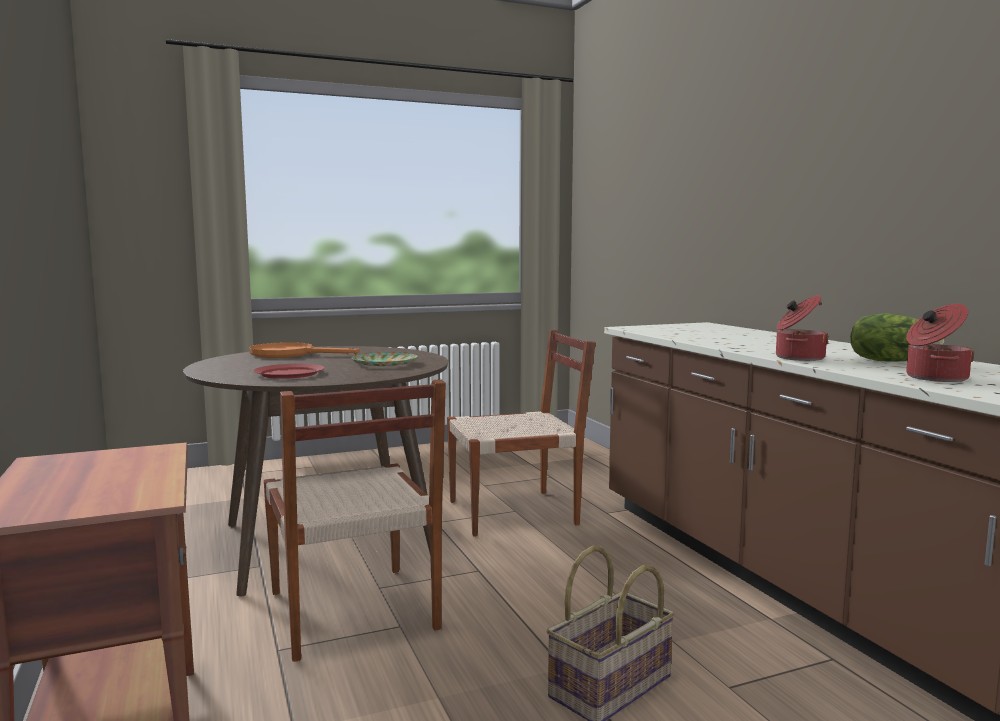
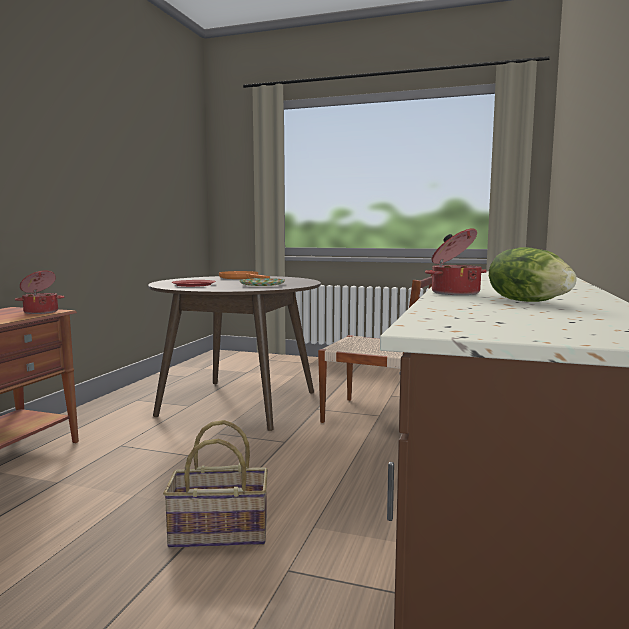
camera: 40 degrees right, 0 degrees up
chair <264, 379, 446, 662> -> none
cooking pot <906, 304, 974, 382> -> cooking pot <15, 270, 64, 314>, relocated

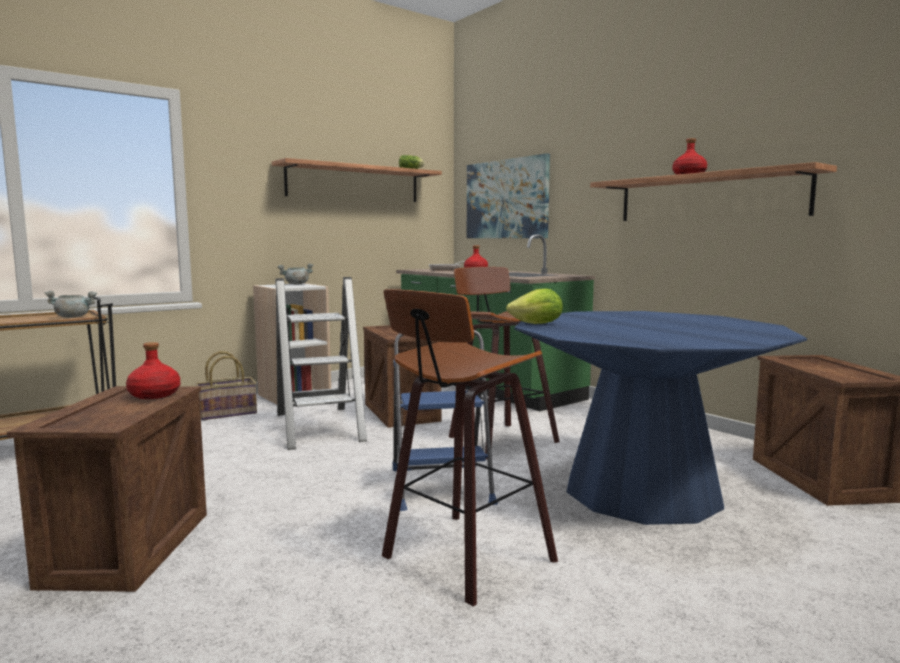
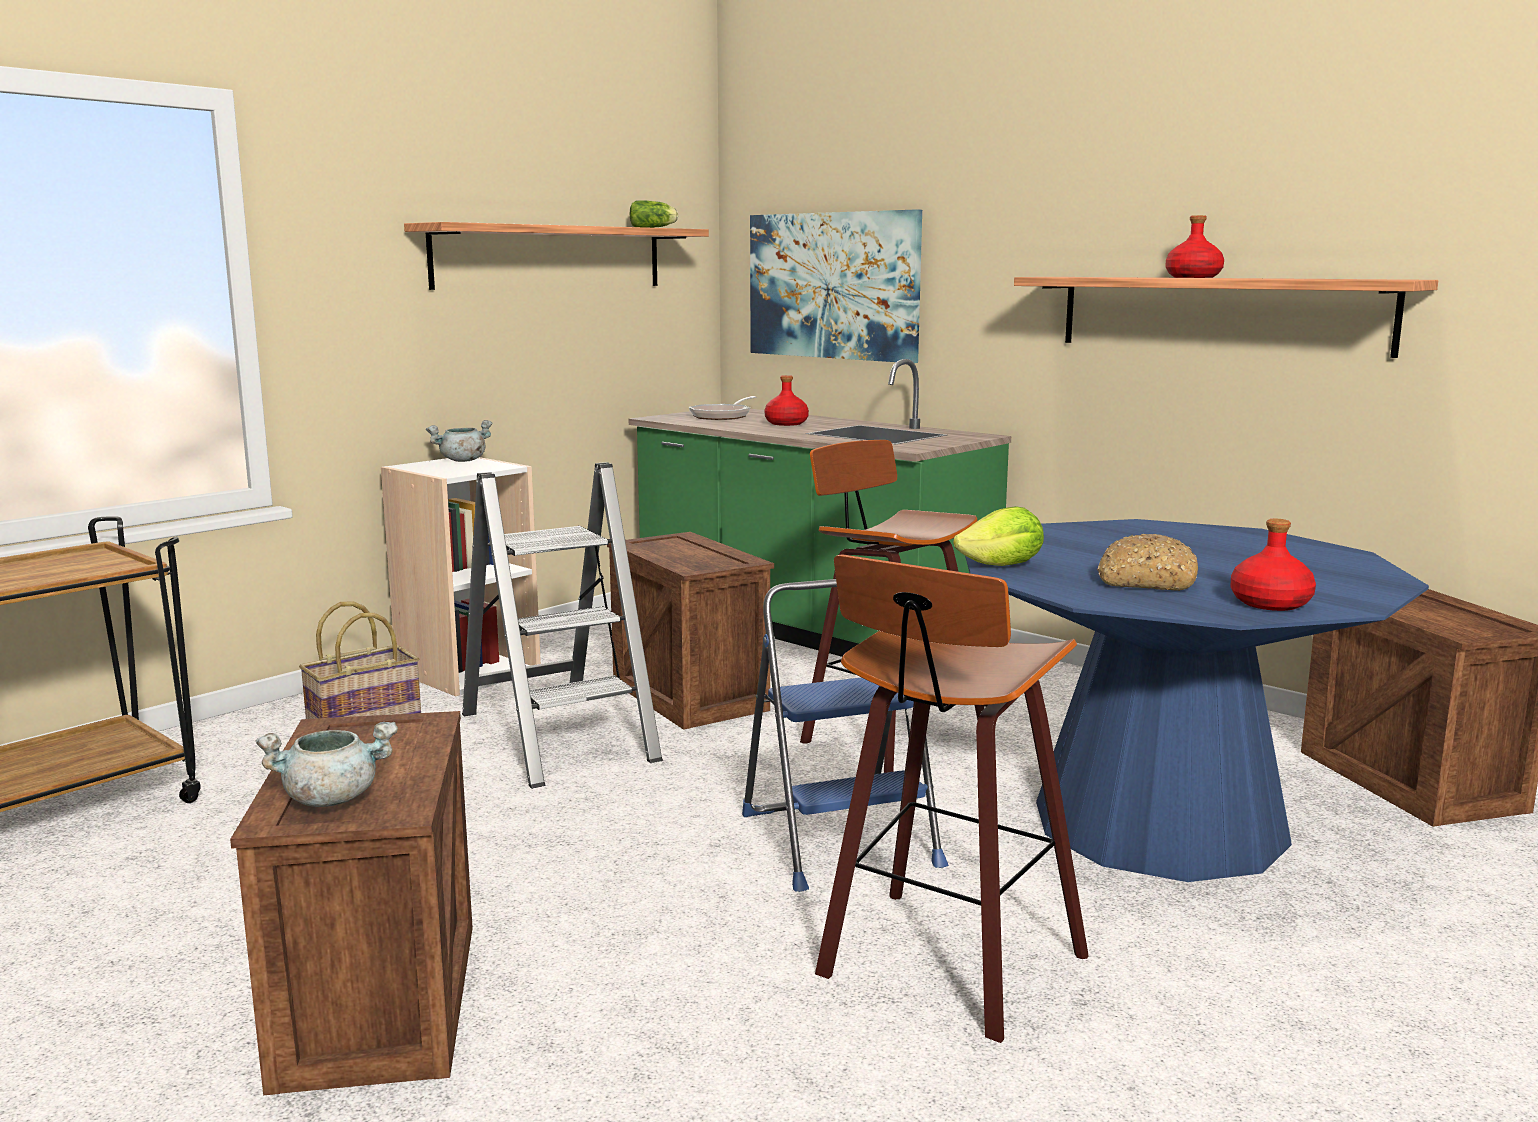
camera: 10 degrees left, 5 degrees up
none -> bread <1097, 534, 1198, 591>
cooking pot (grey) <45, 291, 97, 318> -> cooking pot (grey) <256, 722, 398, 807>, relocated
bottle (red) <126, 342, 180, 399> -> bottle (red) <1231, 519, 1316, 611>, relocated

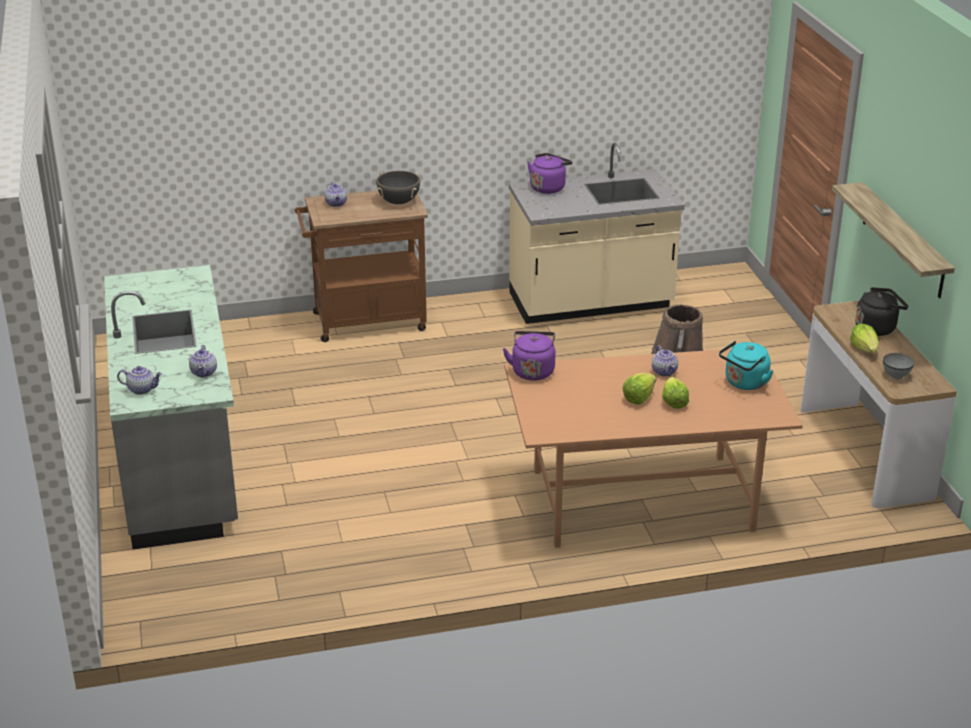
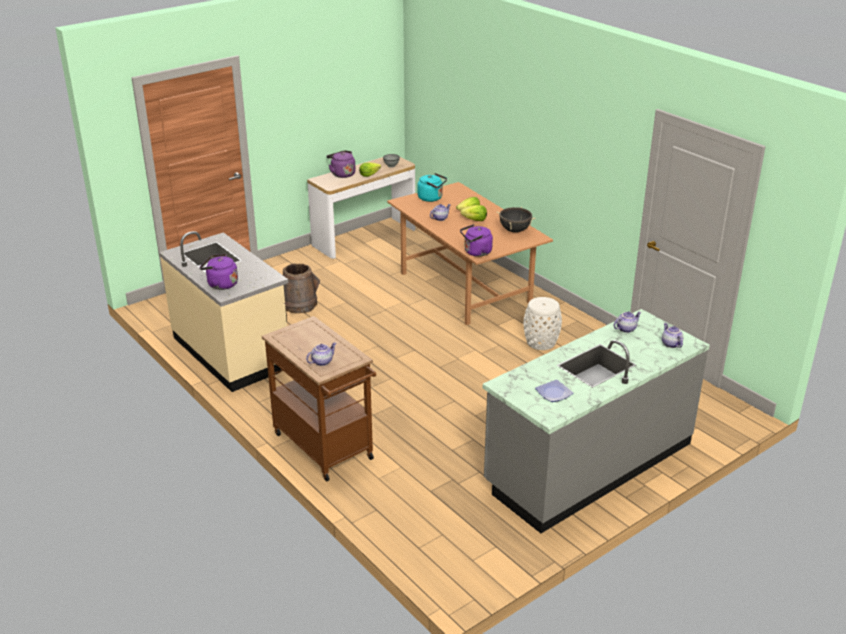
camera: 115 degrees left, 0 degrees up
shelf <832, 182, 955, 298> -> none
none -> stool (white) <523, 297, 562, 350>
none -> plate <535, 380, 573, 402>
cooking pot (black) <376, 171, 421, 204> -> cooking pot (black) <496, 207, 536, 233>, relocated
kettle (black) <855, 287, 908, 336> -> kettle (purple) <327, 150, 356, 178>

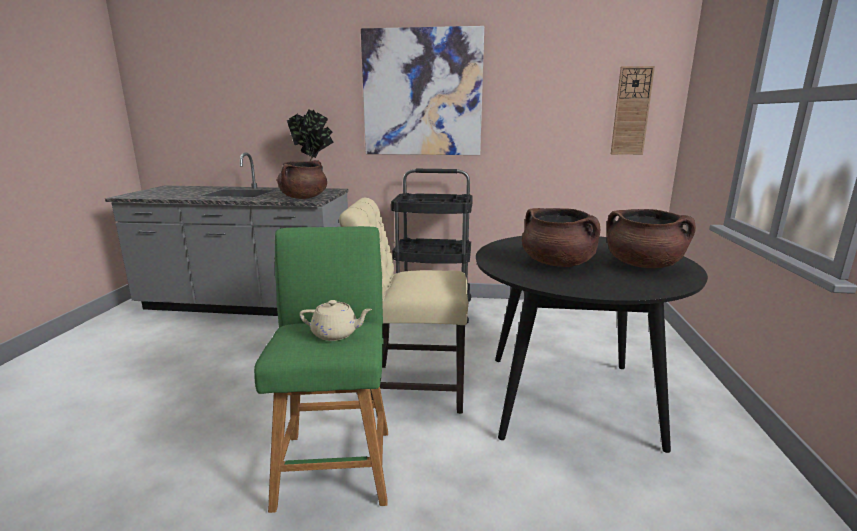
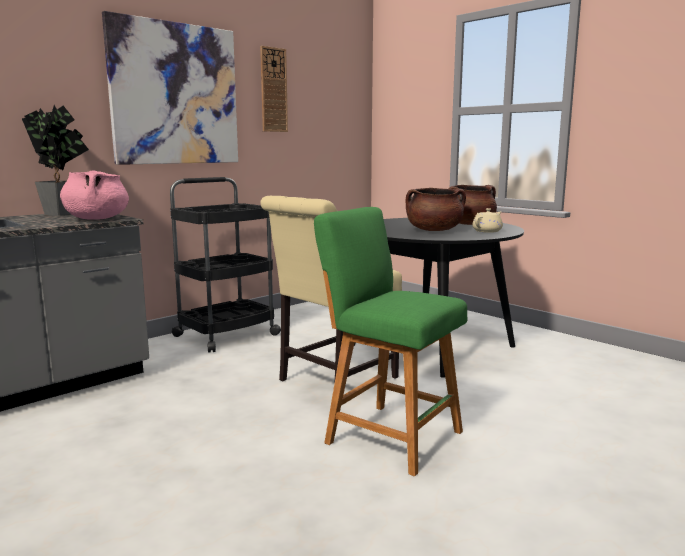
camera: 50 degrees left, 5 degrees down
teapot (beige) <299, 300, 372, 341> -> teapot (beige) <472, 208, 503, 233>, relocated
wall clock <611, 66, 655, 155> -> wall clock <260, 46, 288, 132>, relocated
cooking pot (brown) <277, 160, 327, 199> -> cooking pot (pink) <60, 170, 129, 220>

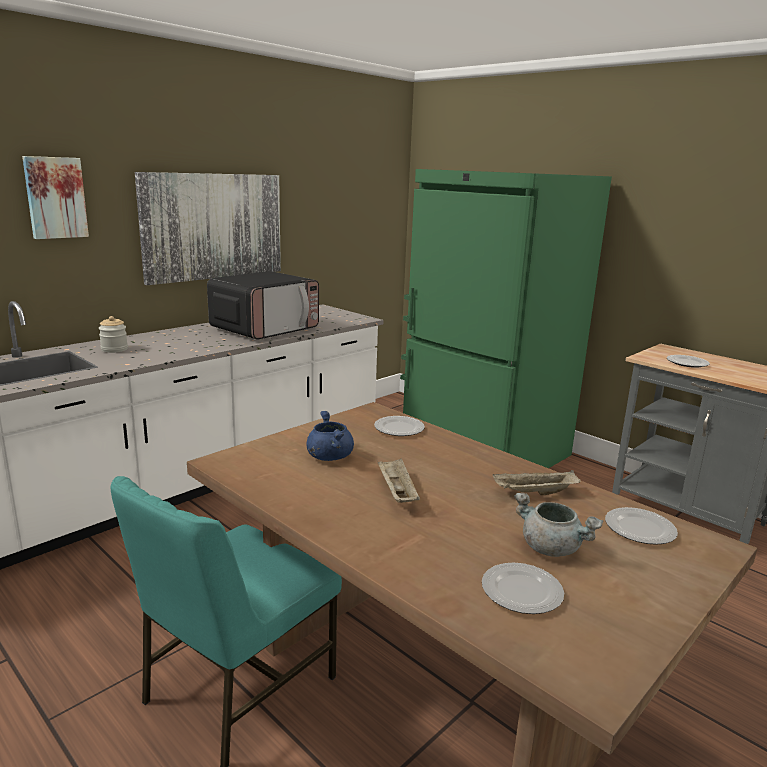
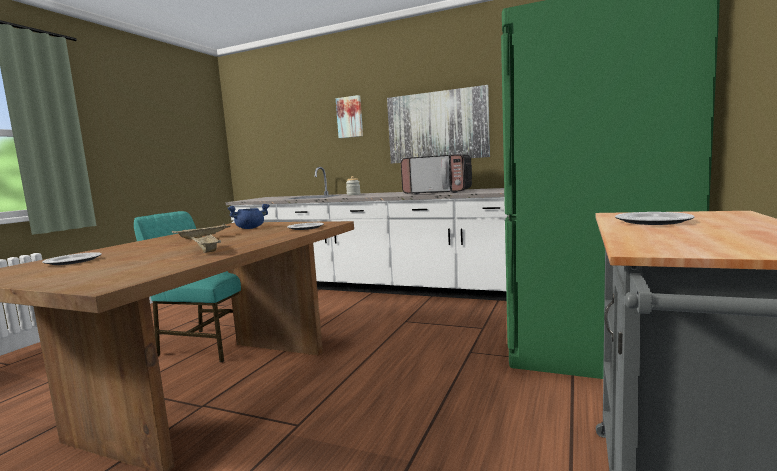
camera: 70 degrees right, 10 degrees down
cooking pot (grey) <514, 493, 604, 557> -> none
plate <605, 507, 678, 545> -> none

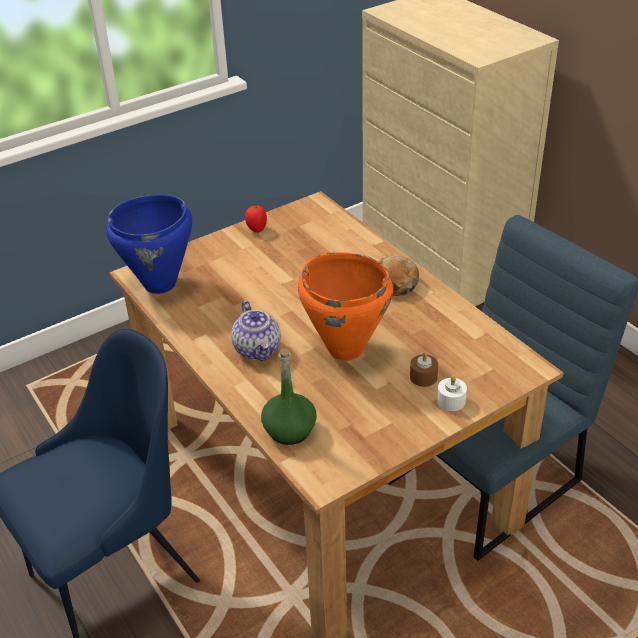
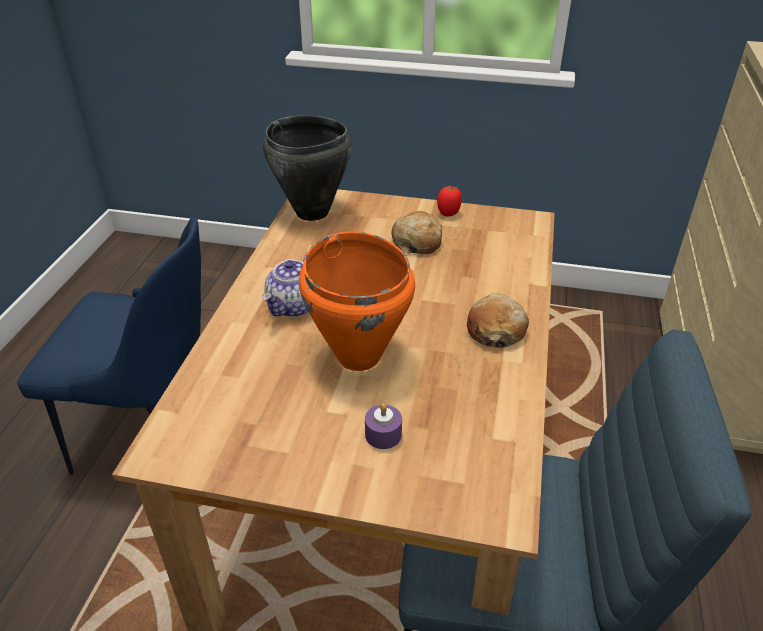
camera: 45 degrees right, 0 degrees up
bottle (green) <261, 348, 317, 445> -> none
candle (white) <437, 376, 467, 411> -> none
none -> bread <391, 211, 442, 254>
cooking pot (blue) <106, 195, 192, 294> -> cooking pot (black) <263, 115, 352, 221>
candle (brown) <410, 352, 438, 387> -> candle (purple) <365, 404, 402, 449>

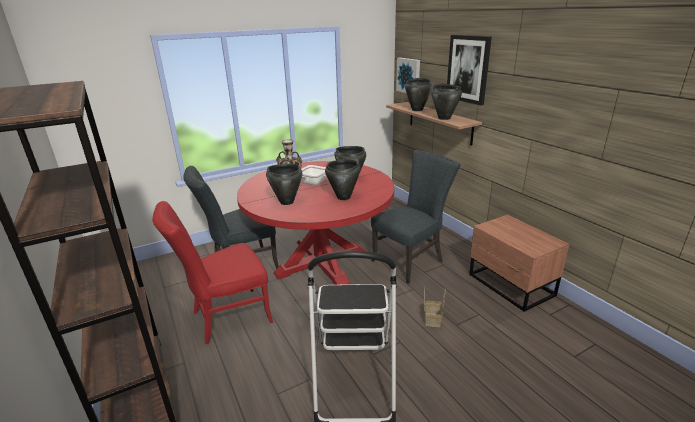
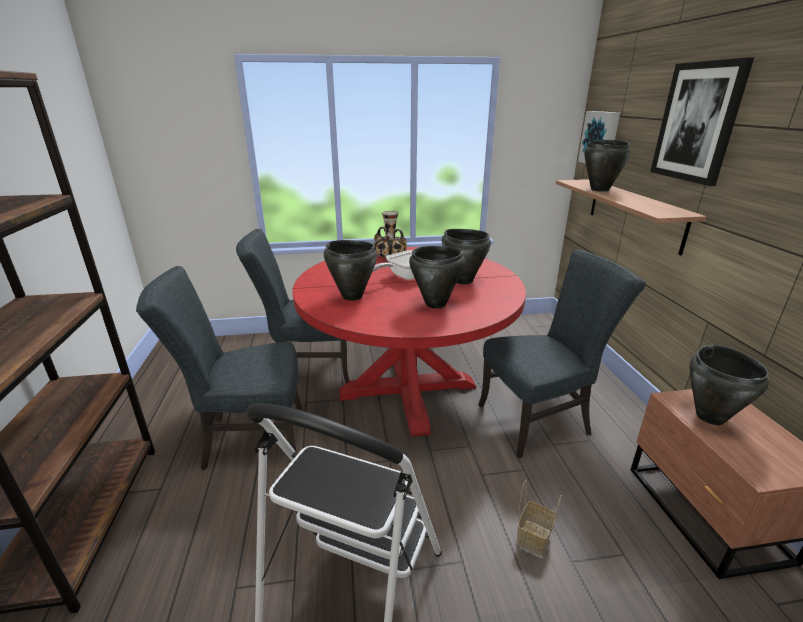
camera: 20 degrees right, 0 degrees up
cooking pot (black) <431, 84, 462, 120> -> cooking pot (black) <689, 345, 769, 425>, relocated
chair (red) <152, 201, 273, 344> -> chair (grey) <136, 266, 302, 471>

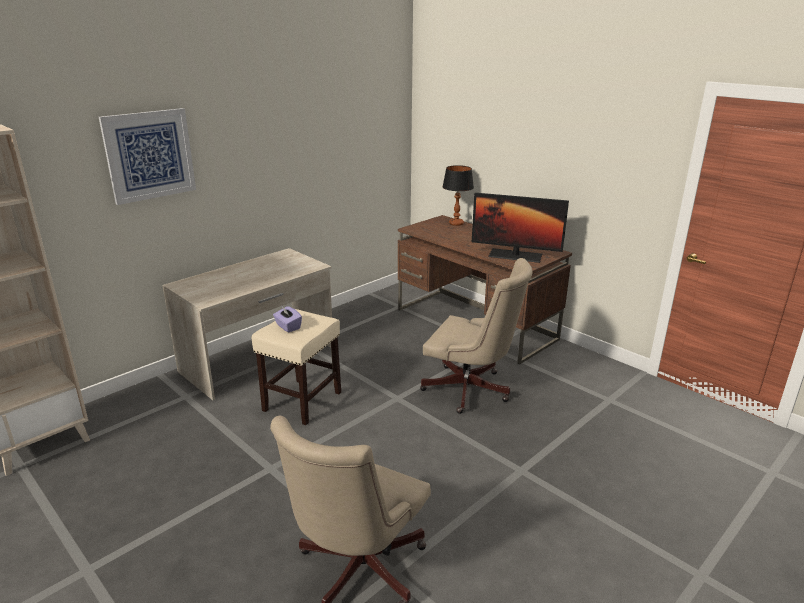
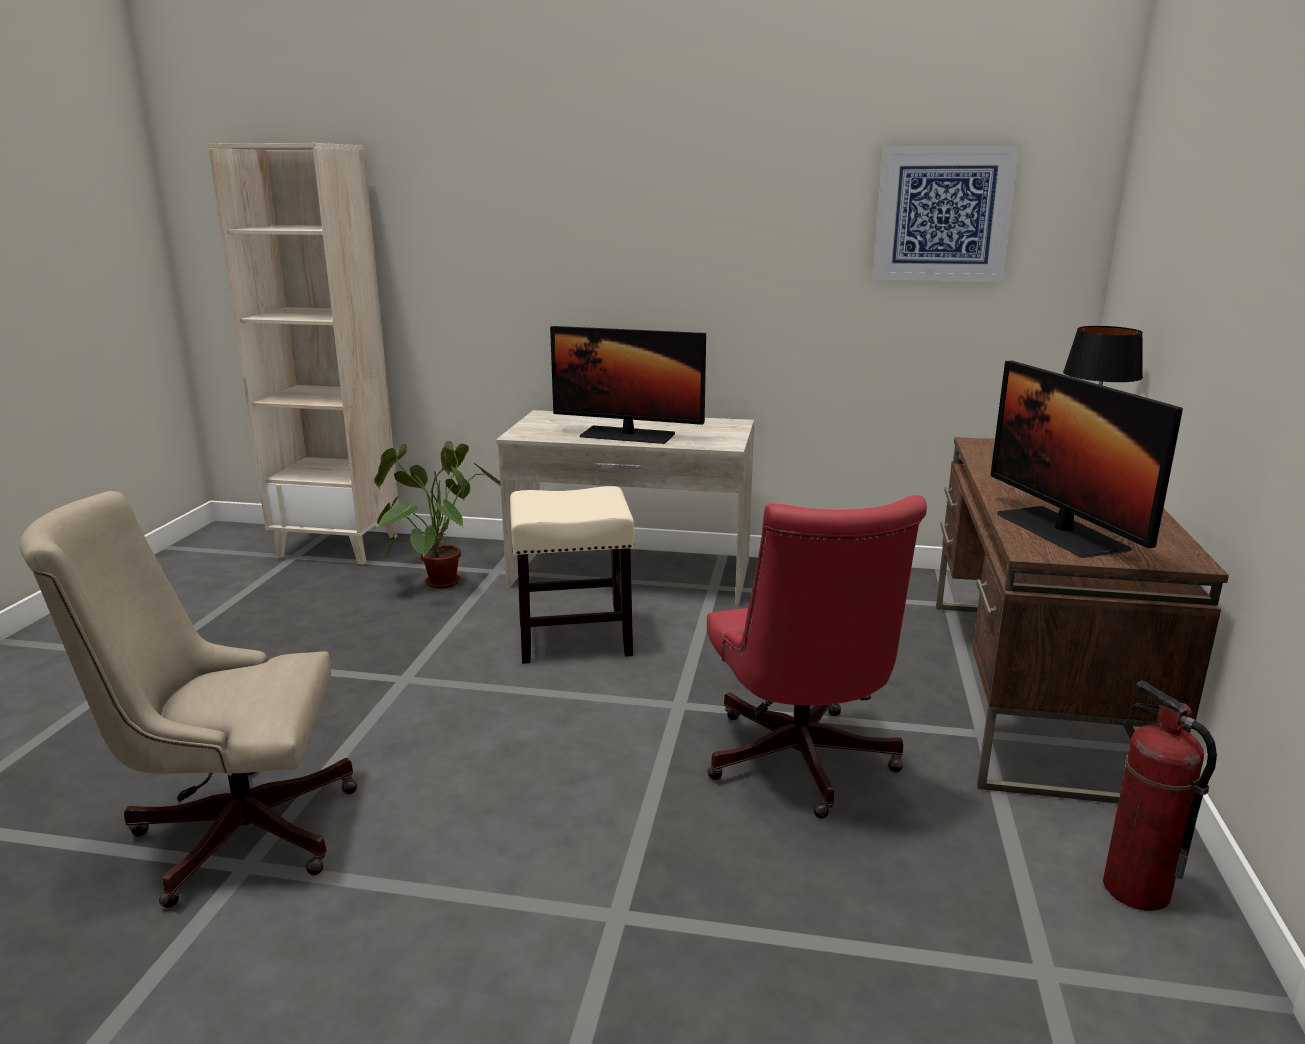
camera: 55 degrees right, 5 degrees down
tissue box (purple) <273, 306, 302, 333> -> none
none -> potted plant <374, 441, 501, 589>
none -> monitor <550, 326, 706, 444>
none -> fire extinguisher <1103, 681, 1217, 911>
picture <99, 108, 196, 205> -> picture <873, 145, 1020, 282>, relocated
office chair (beige) <420, 258, 533, 414> -> office chair (red) <707, 495, 927, 819>

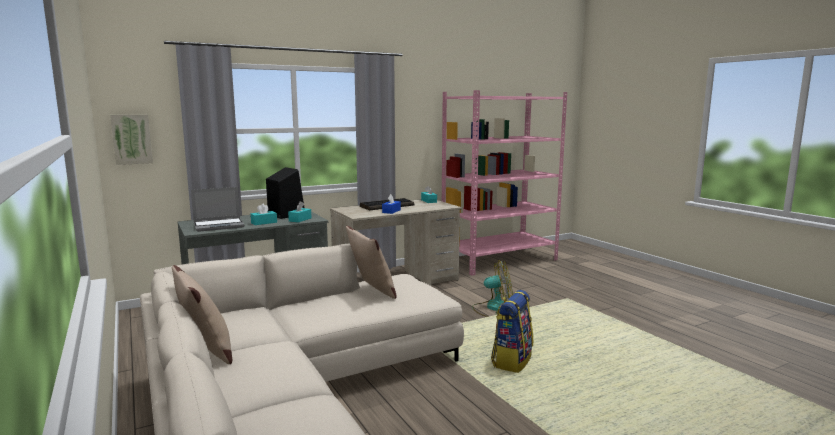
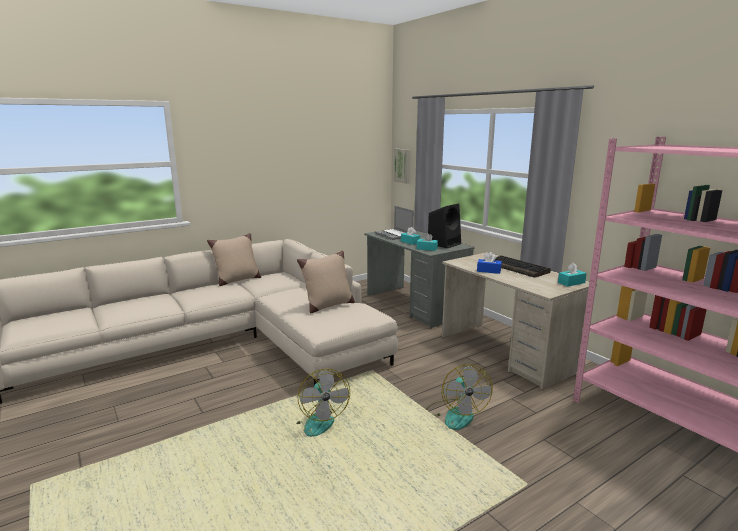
camera: 85 degrees right, 5 degrees up
backpack <491, 290, 533, 373> -> fan <296, 369, 350, 437>

